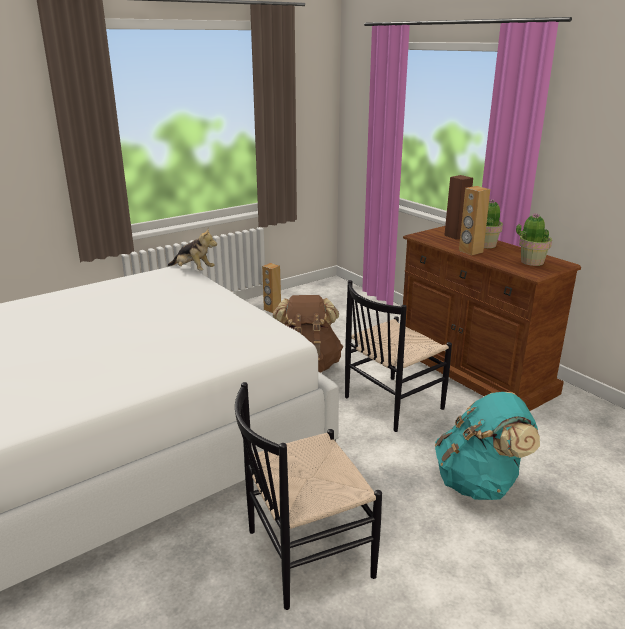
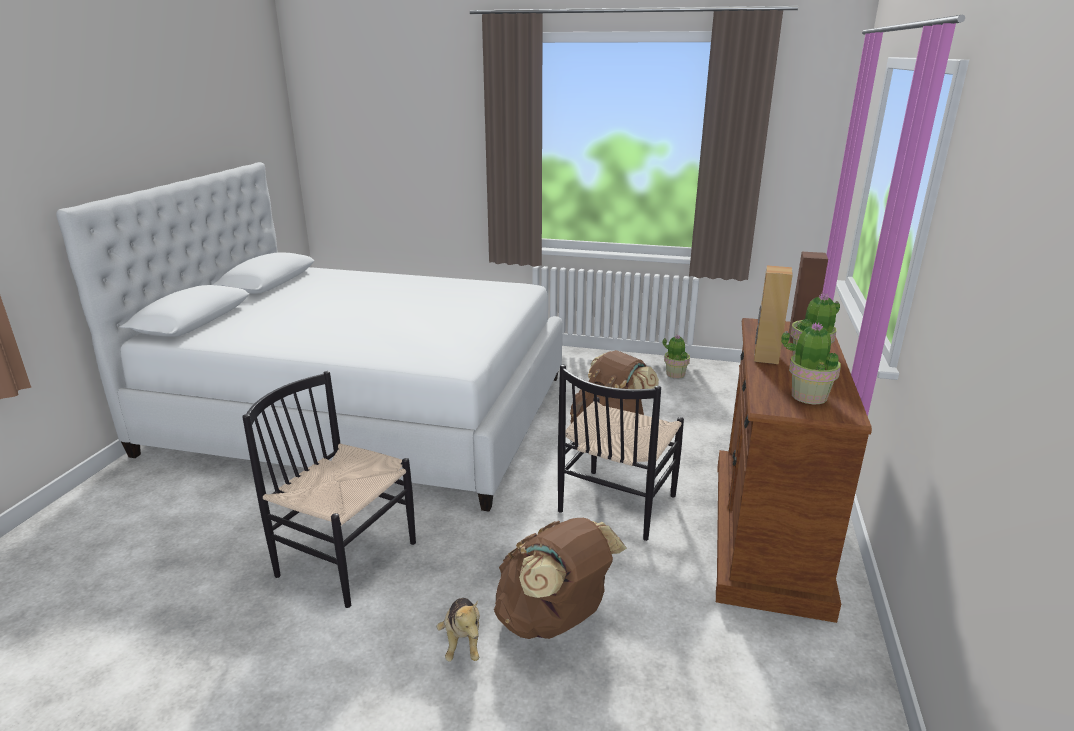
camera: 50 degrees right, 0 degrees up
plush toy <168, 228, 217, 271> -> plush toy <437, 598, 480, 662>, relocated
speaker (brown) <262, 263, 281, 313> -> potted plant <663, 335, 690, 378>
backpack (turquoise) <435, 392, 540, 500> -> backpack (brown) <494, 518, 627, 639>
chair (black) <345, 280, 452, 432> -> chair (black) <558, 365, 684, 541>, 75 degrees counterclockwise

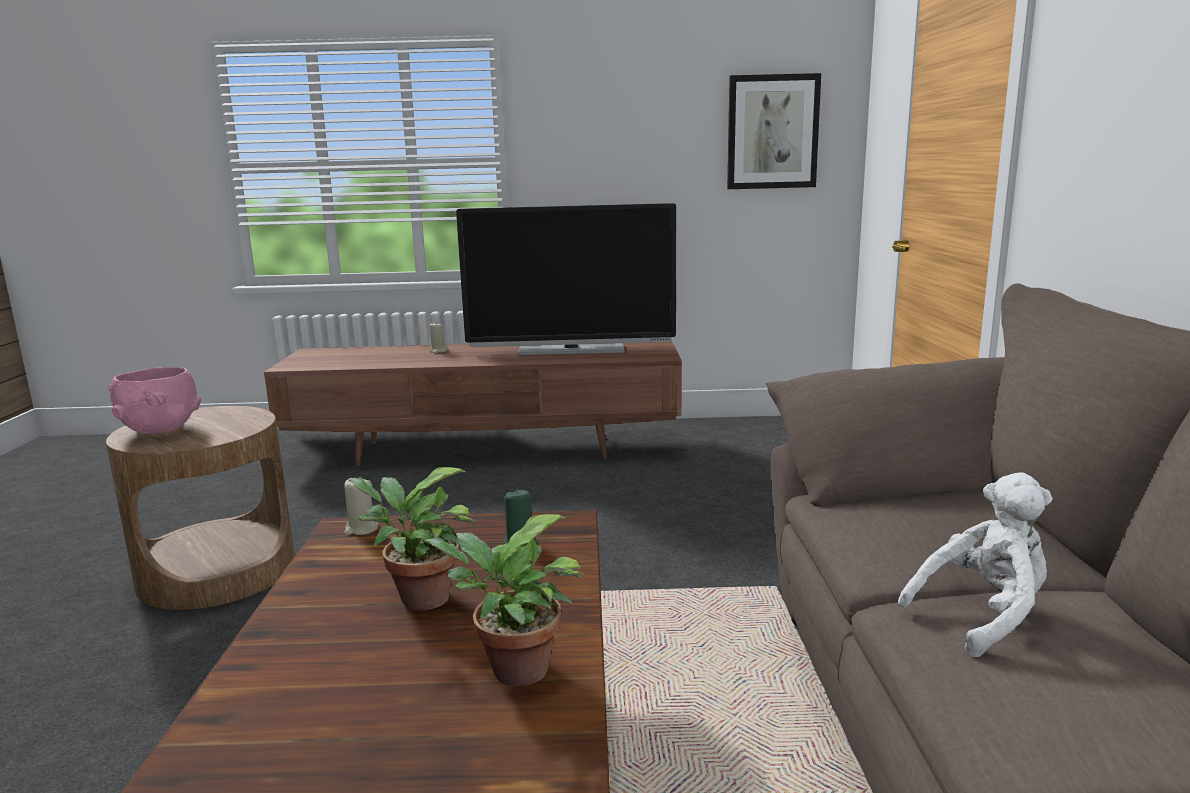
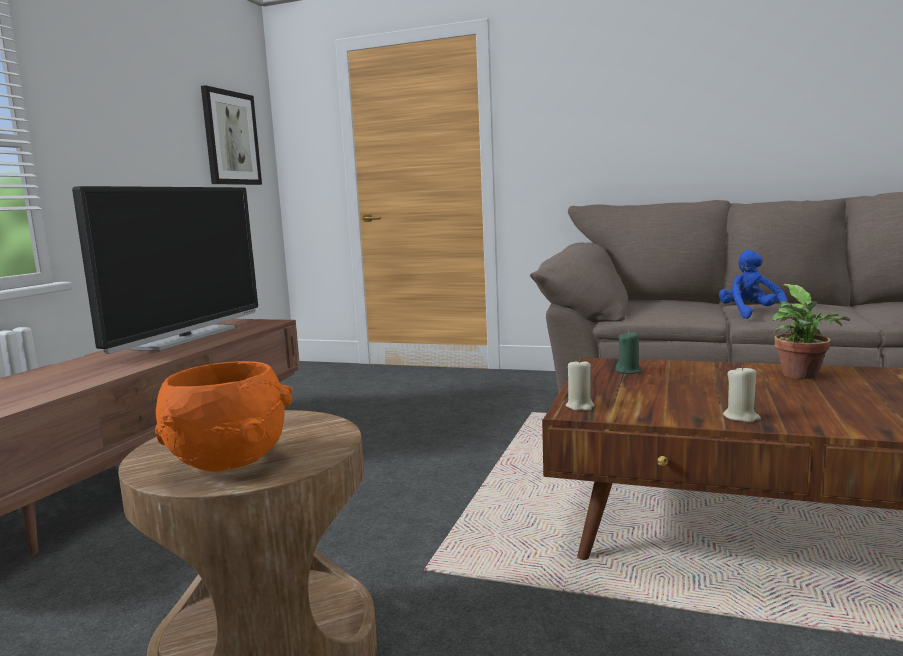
camera: 70 degrees left, 5 degrees down
potted plant <349, 467, 475, 611> -> none
candle (beige) <429, 322, 448, 353> -> candle (beige) <723, 365, 761, 422>, relocated
bowl (pink) <108, 367, 201, 434> -> bowl (orange) <155, 361, 293, 471>
plush toy (white) <898, 472, 1053, 657> -> plush toy (blue) <719, 250, 788, 319>

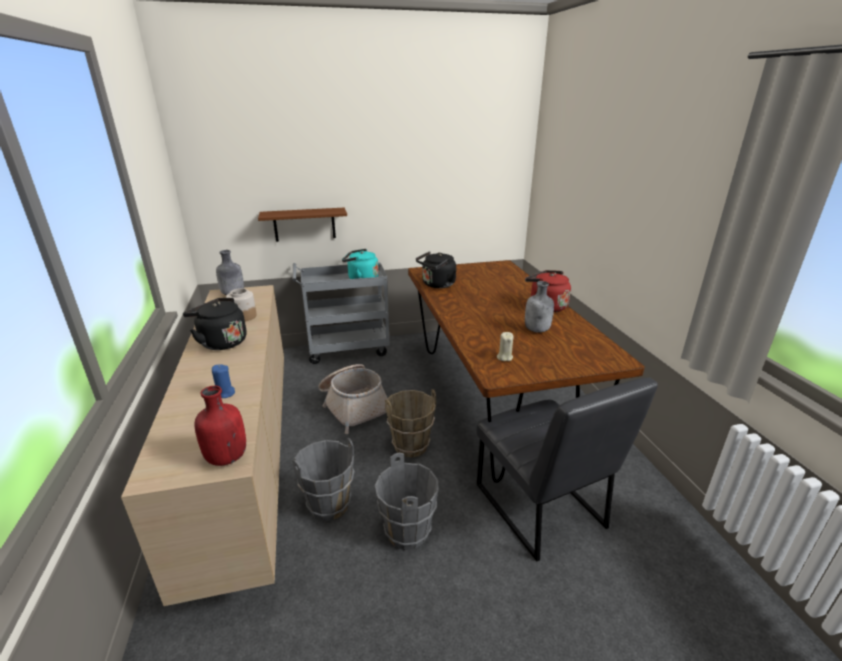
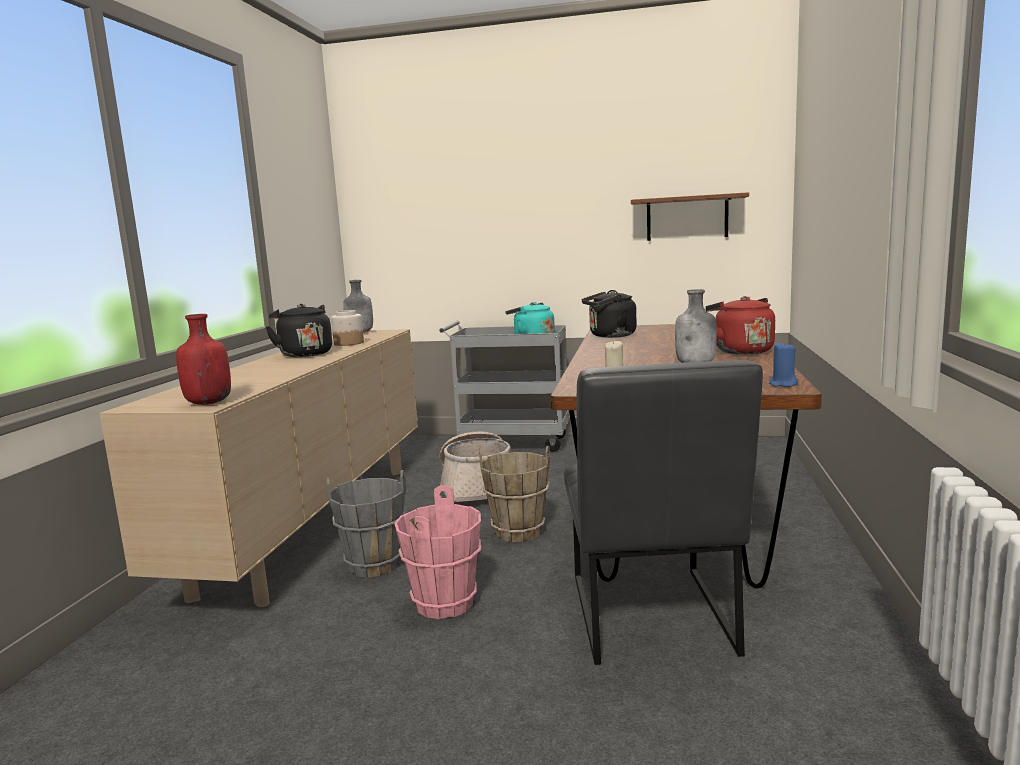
camera: 25 degrees right, 15 degrees down
candle (blue) <212, 364, 235, 398> -> candle (blue) <769, 341, 798, 387>, relocated
shelf (brown) <258, 208, 347, 242> -> shelf (brown) <631, 192, 749, 241>, relocated
bucket (grey) <375, 453, 439, 550> -> bucket (pink) <394, 485, 481, 619>

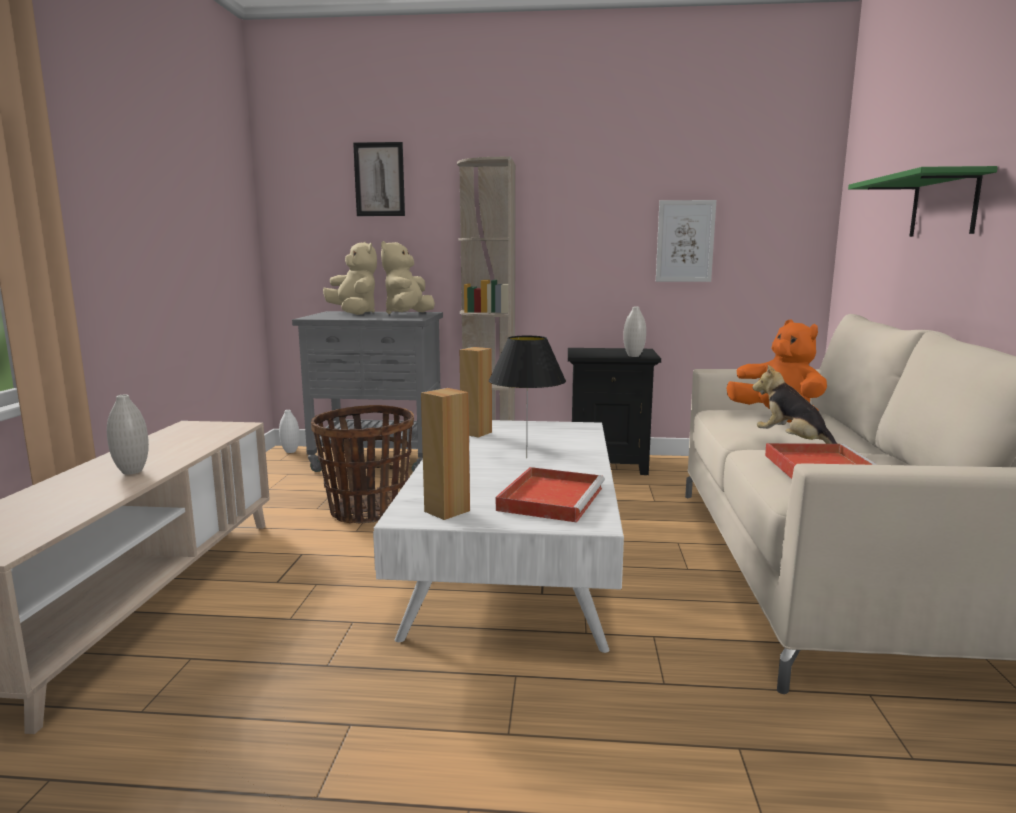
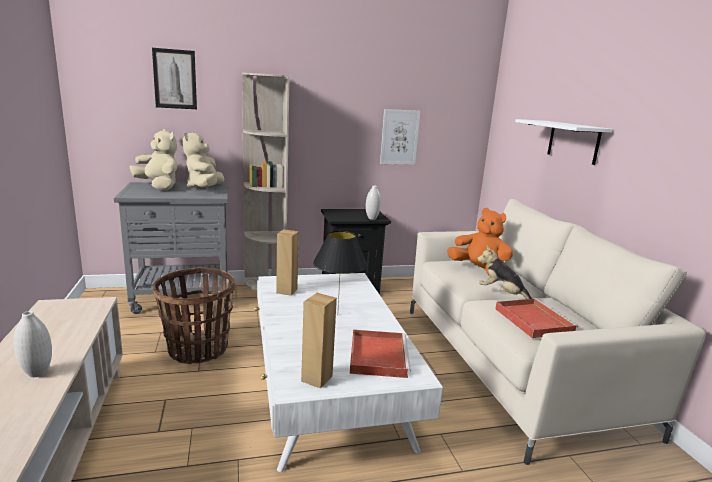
camera: 20 degrees left, 5 degrees up
vase (white) <279, 410, 300, 453> -> none
shelf (green) <848, 166, 998, 237> -> shelf (white) <515, 119, 613, 165>

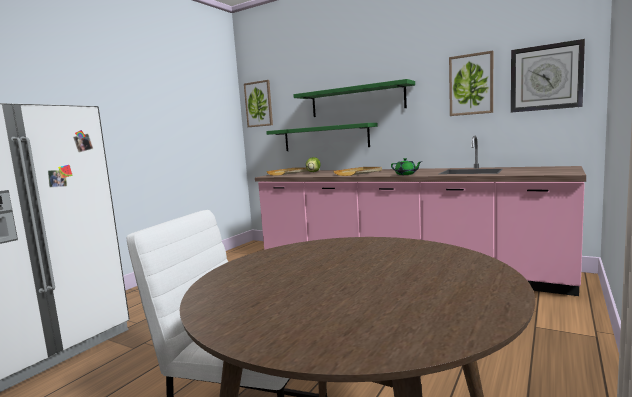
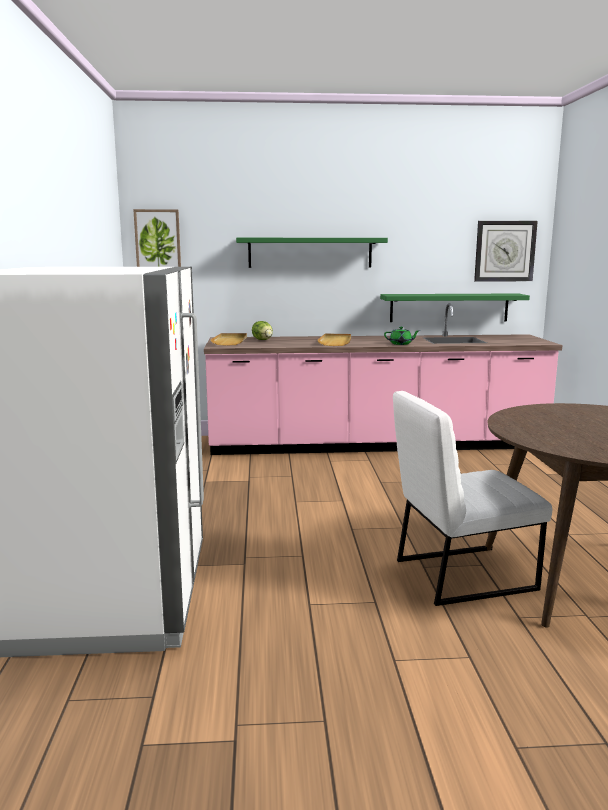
camera: 35 degrees left, 5 degrees up
picture <449, 51, 493, 116> -> none
shelf (green) <266, 123, 378, 151> -> shelf (green) <380, 293, 530, 322>, relocated

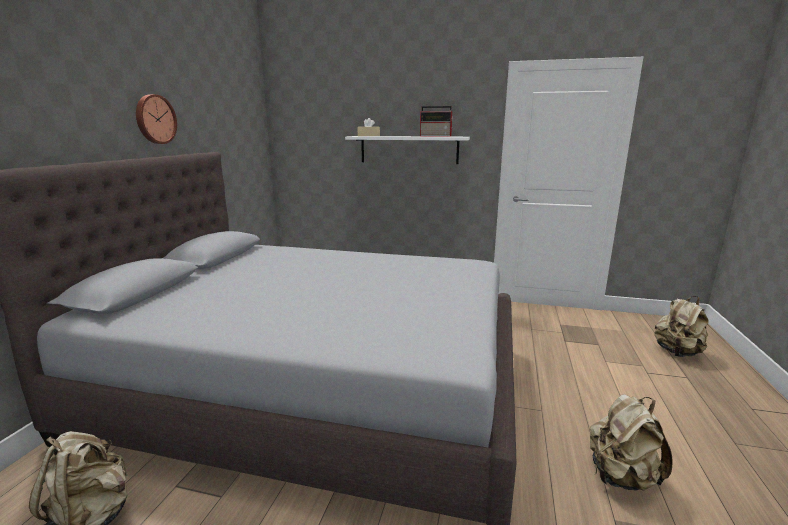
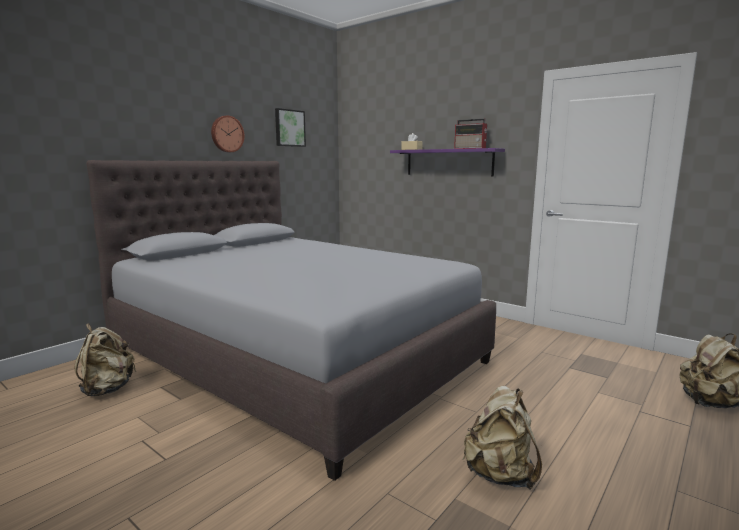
camera: 25 degrees right, 5 degrees down
none -> picture <275, 108, 306, 147>
shelf (white) <345, 136, 470, 164> -> shelf (purple) <390, 148, 505, 176>

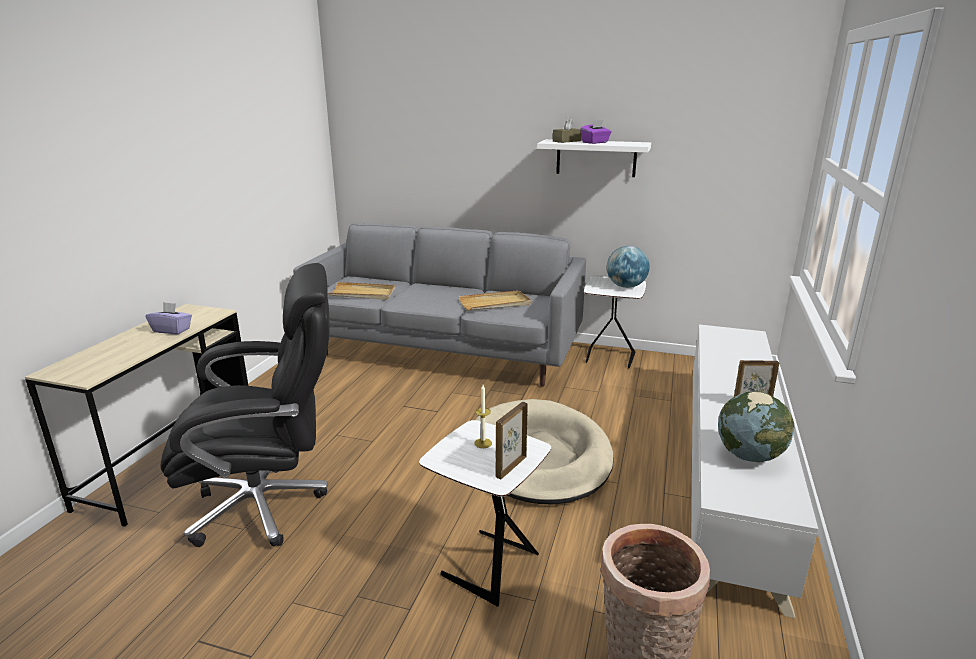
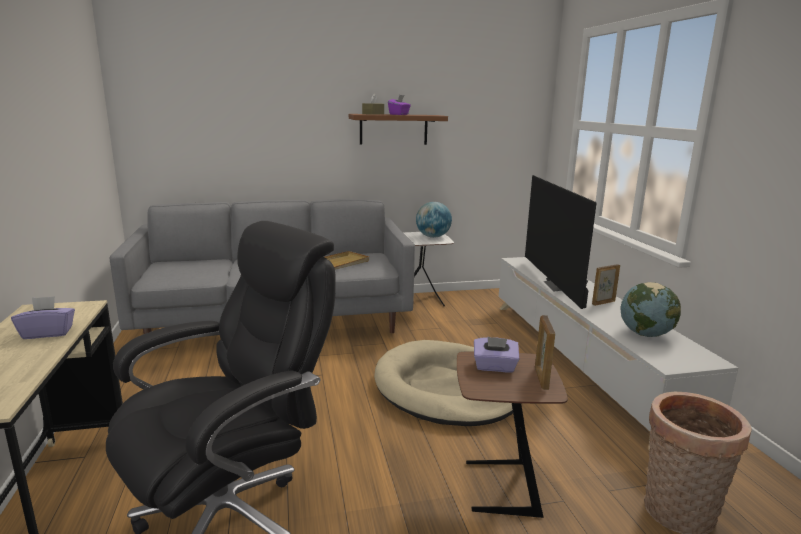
camera: 30 degrees left, 5 degrees down
tray (beige) <327, 282, 395, 300> -> none
none -> television <525, 175, 597, 309>
candle <474, 385, 492, 448> -> tissue box (purple) <474, 337, 519, 373>
side table (white) <419, 420, 551, 607> -> side table (brown) <457, 352, 568, 518>
shelf (white) <537, 139, 651, 177> -> shelf (brown) <349, 114, 448, 145>

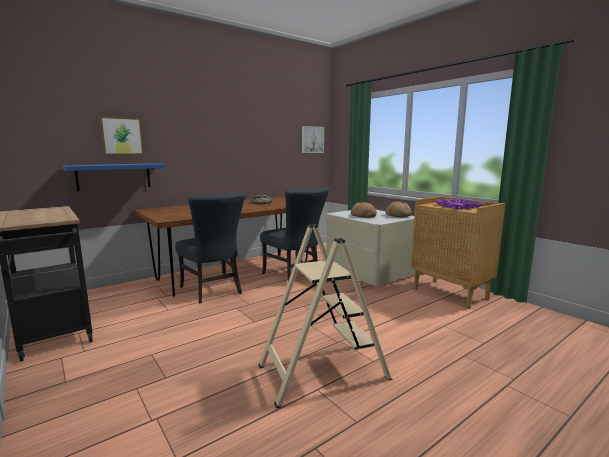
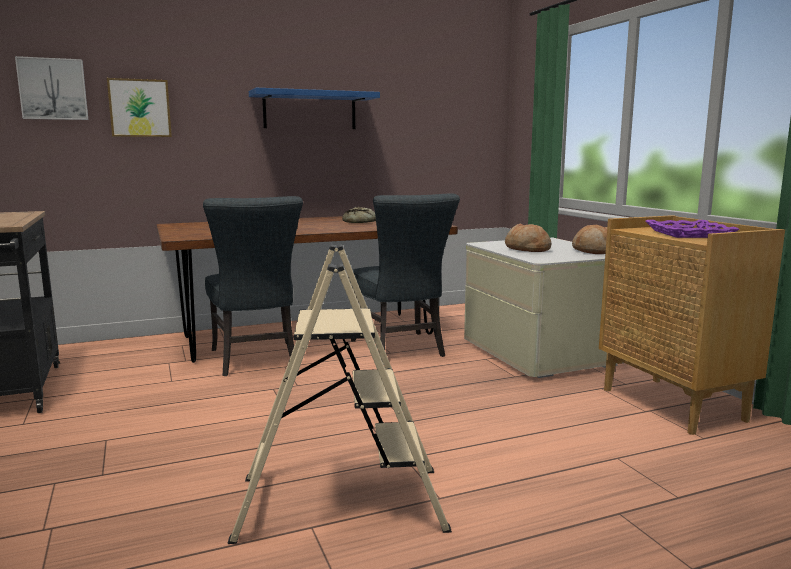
camera: 15 degrees right, 0 degrees up
shelf (blue) <62, 163, 165, 191> -> shelf (blue) <249, 88, 380, 129>, relocated
picture <302, 126, 324, 153> -> picture <15, 56, 88, 120>, relocated

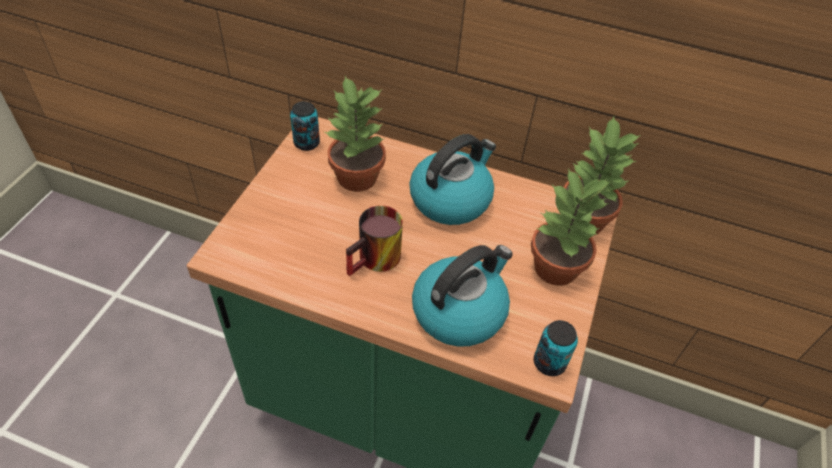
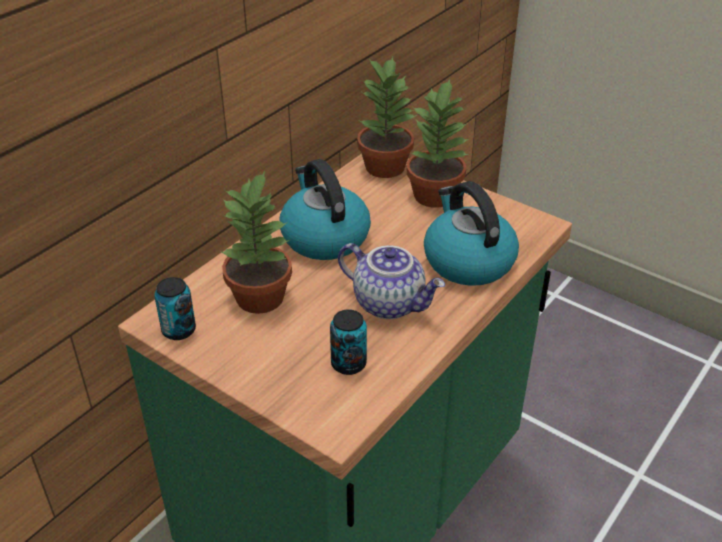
camera: 70 degrees left, 10 degrees down
can <534, 320, 578, 376> -> can <330, 309, 367, 375>, relocated
mug <346, 205, 403, 276> -> teapot <338, 243, 445, 319>

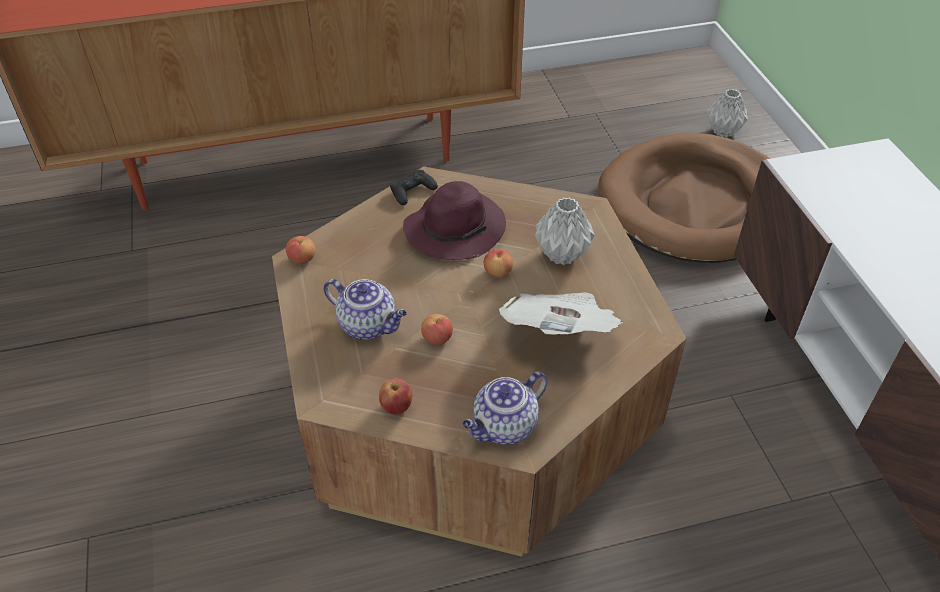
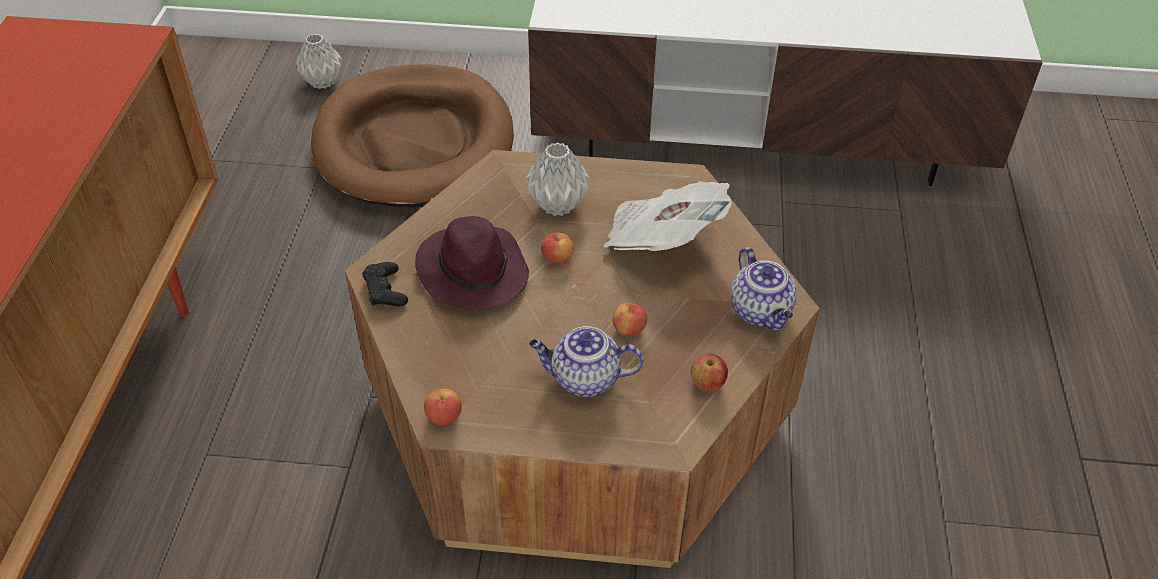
camera: 70 degrees left, 0 degrees up
teapot <324, 279, 407, 340> -> teapot <529, 326, 644, 397>, 135 degrees counterclockwise

